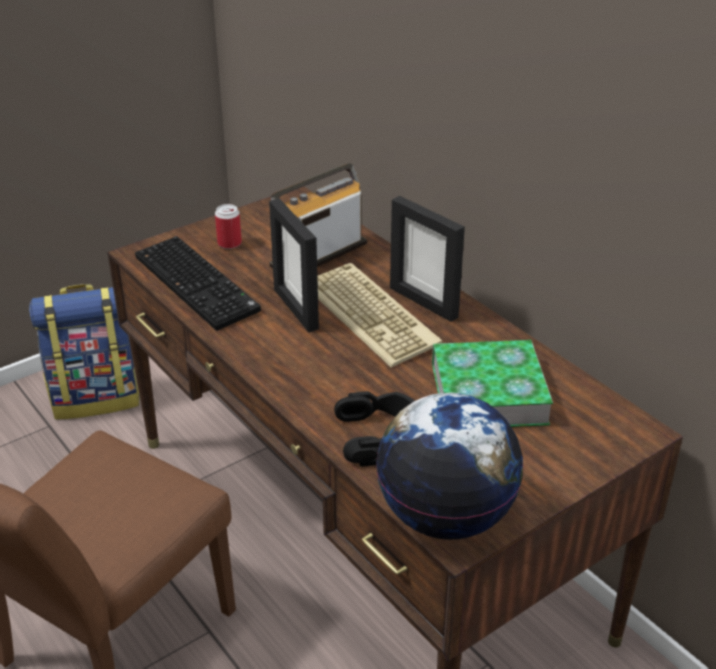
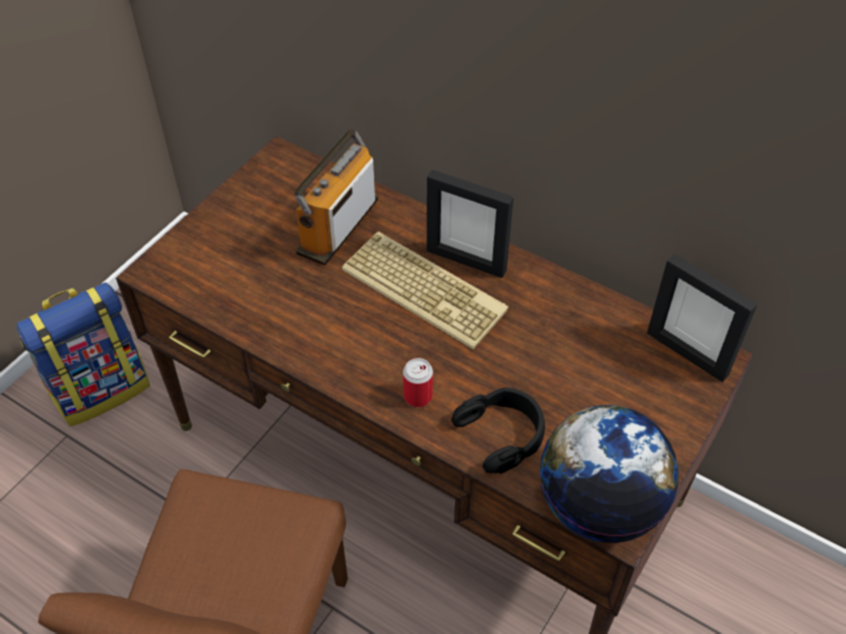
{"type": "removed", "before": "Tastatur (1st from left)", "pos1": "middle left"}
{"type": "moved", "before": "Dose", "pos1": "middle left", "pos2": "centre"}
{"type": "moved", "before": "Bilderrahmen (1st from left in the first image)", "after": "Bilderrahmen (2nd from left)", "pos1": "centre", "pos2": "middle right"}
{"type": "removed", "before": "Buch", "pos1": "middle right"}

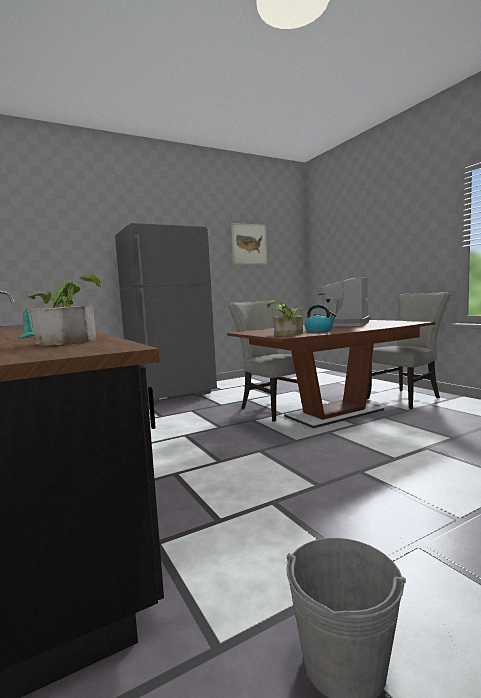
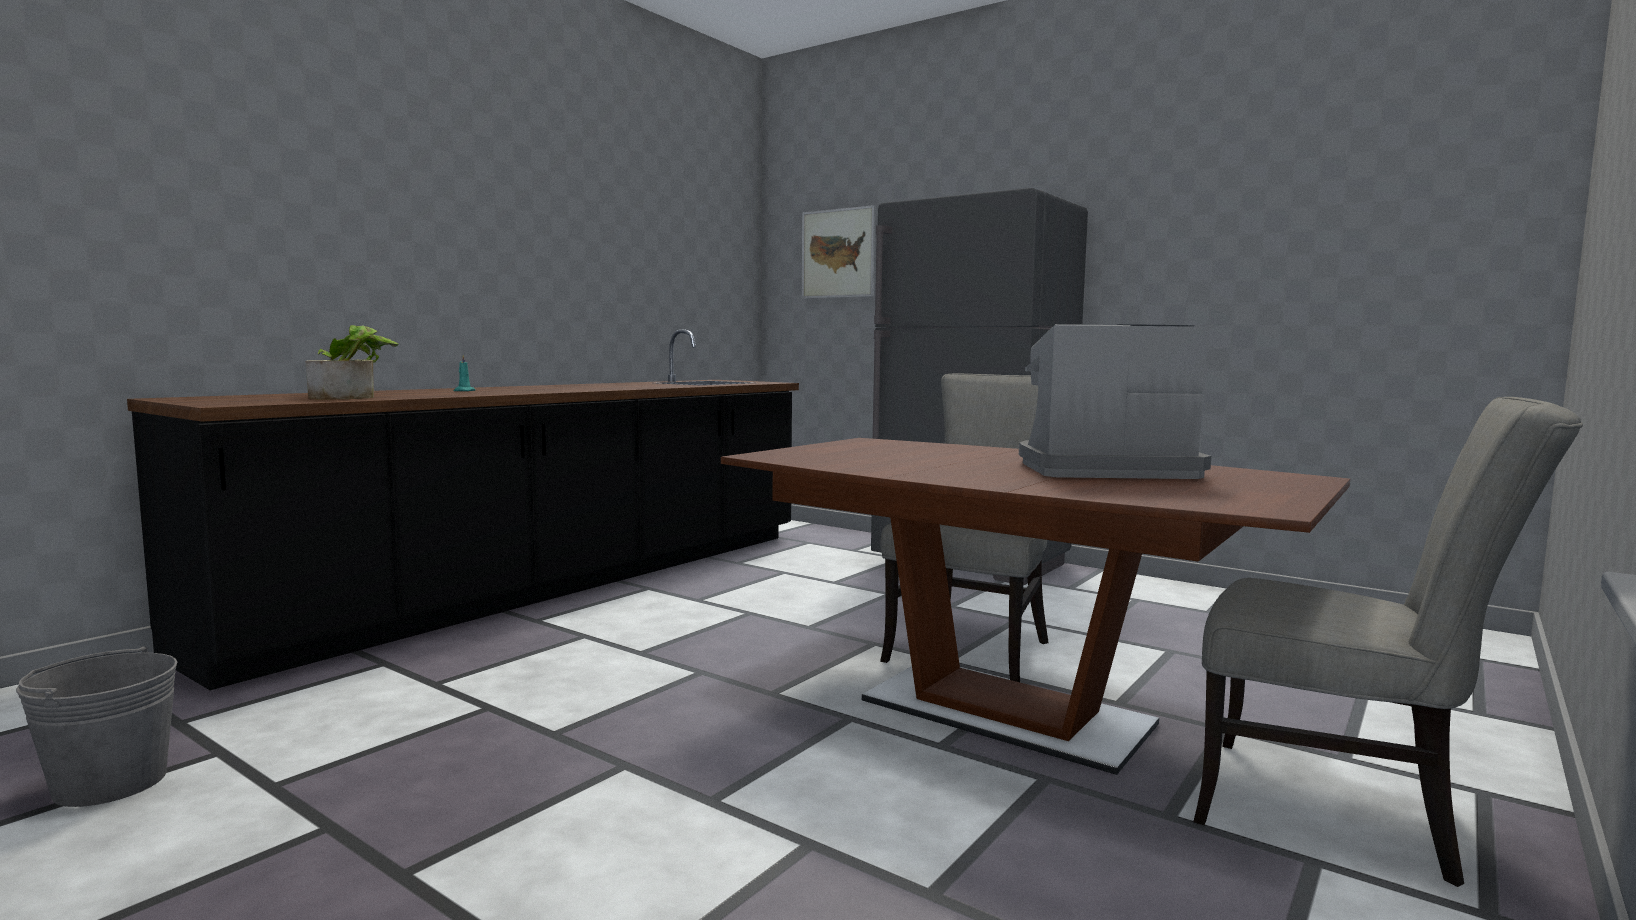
{"type": "moved", "before": "Bild", "pos1": "centre", "pos2": "top centre"}
{"type": "removed", "before": "Topfpflanze (2nd from left)", "pos1": "centre"}
{"type": "removed", "before": "Wasserkessel", "pos1": "middle right"}

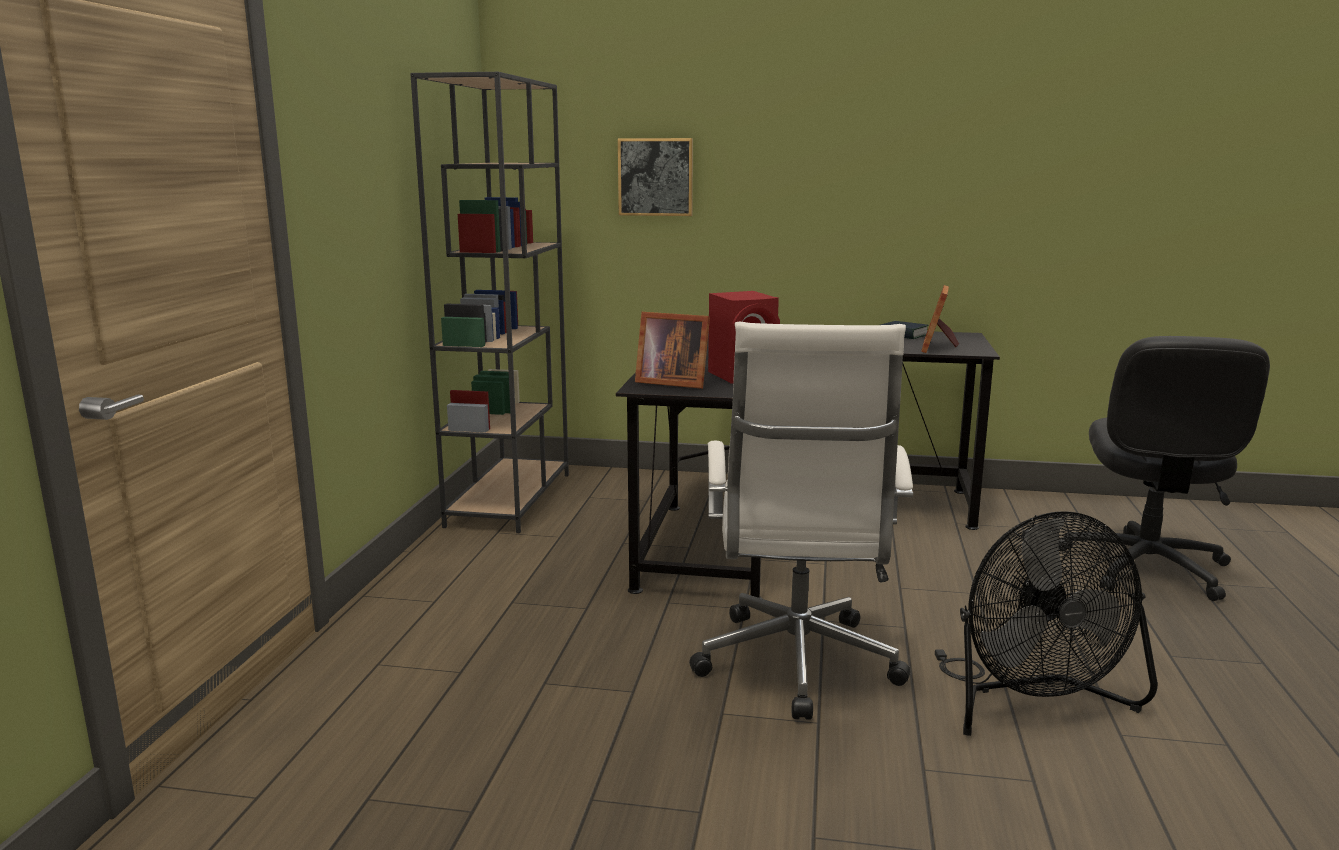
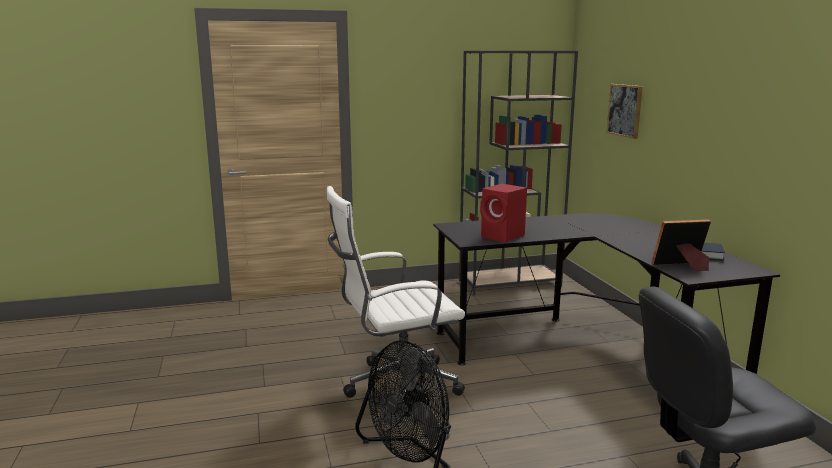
{"type": "removed", "before": "Bilderrahmen (1st from left)", "pos1": "centre"}

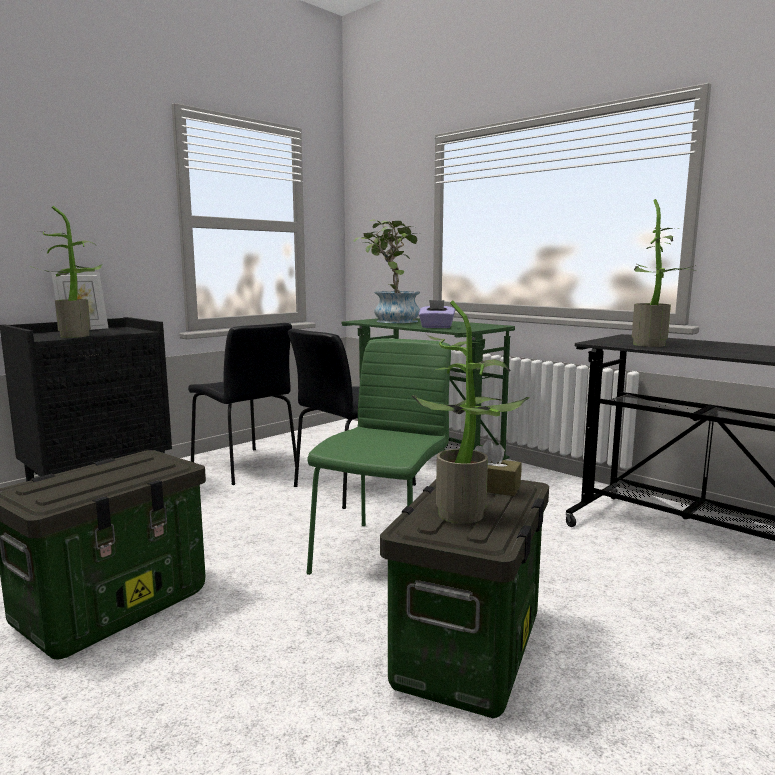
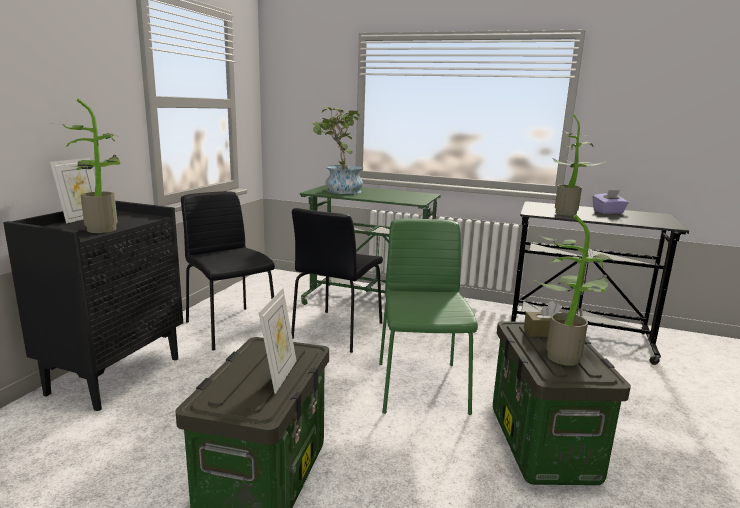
{"type": "turned", "before": "Stuhl [schwarz] (1st from left)", "pos1": "middle left", "pos2": "middle left", "turn": -150}
{"type": "moved", "before": "Taschentuchbox [lila]", "pos1": "centre", "pos2": "middle right"}
{"type": "added", "after": "Bilderrahmen (2nd from left)", "pos2": "bottom centre"}

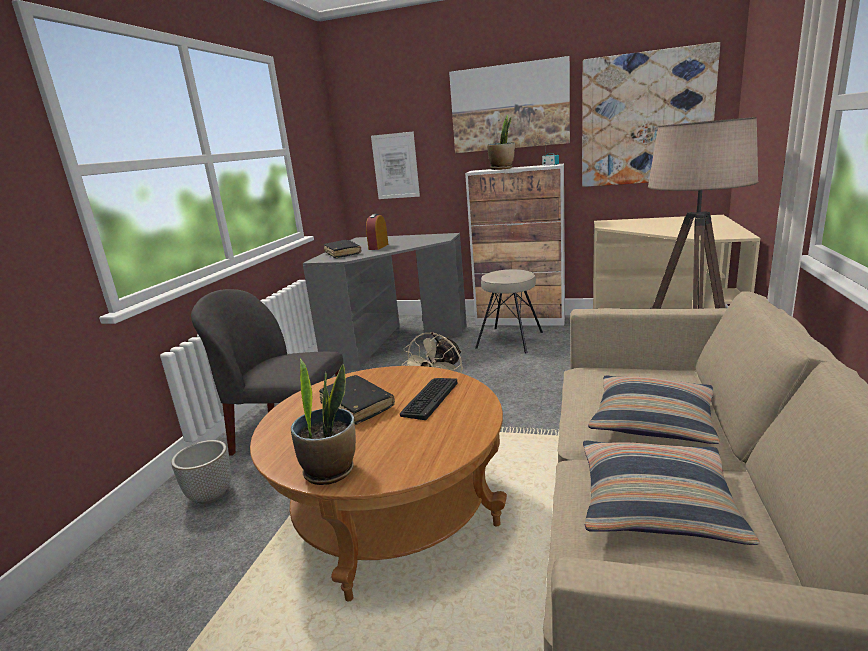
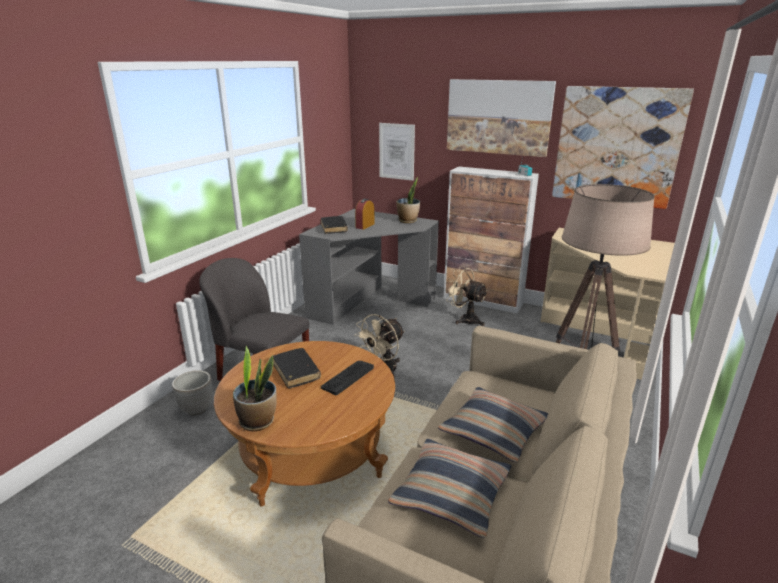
{"type": "replaced", "before": "Hocker [beige]", "after": "Ventilator [beige] (2nd from left)", "pos1": "centre", "pos2": "centre"}
{"type": "moved", "before": "Topfpflanze (2nd from left)", "pos1": "top centre", "pos2": "centre"}

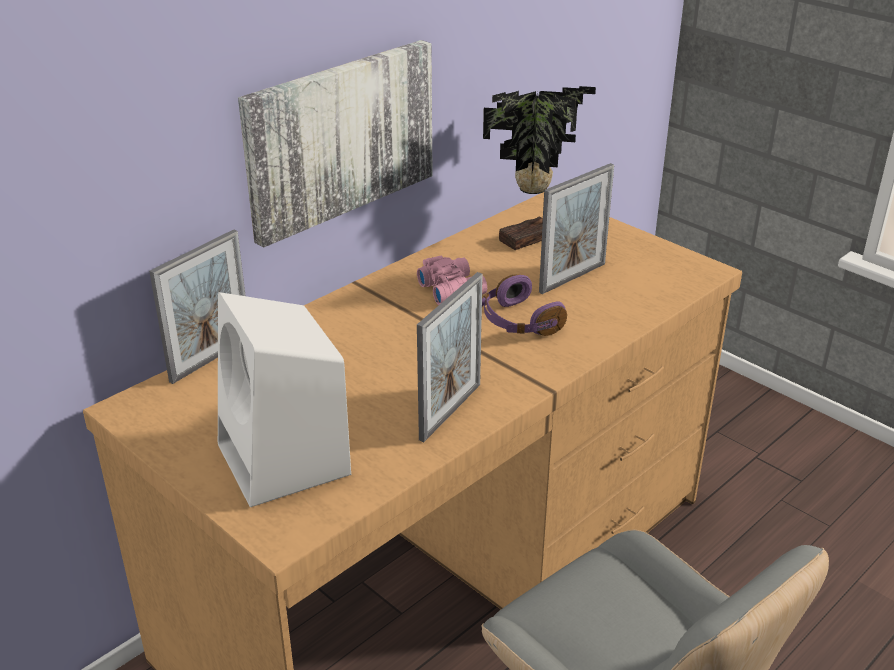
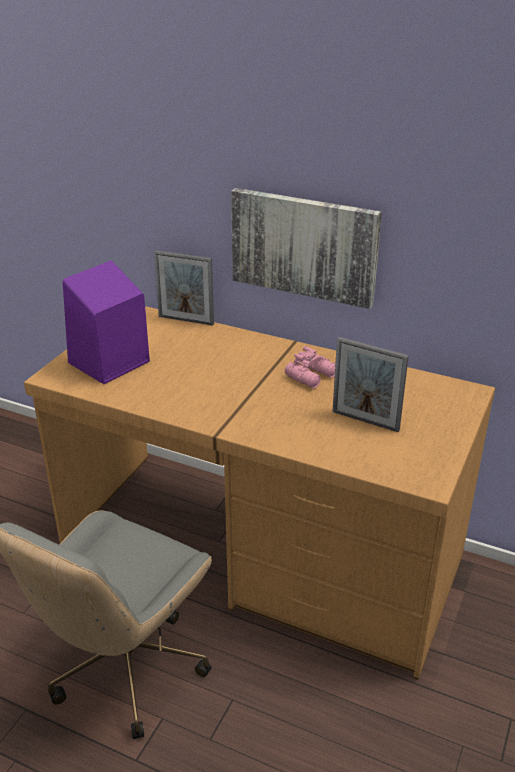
{"type": "recoloured", "before": "Lautsprecher [weiß]", "after": "Lautsprecher [lila]", "pos1": "middle left", "pos2": "middle left"}
{"type": "removed", "before": "Bilderrahmen (2nd from left)", "pos1": "centre"}
{"type": "removed", "before": "Kopfhörer [lila]", "pos1": "centre"}
{"type": "removed", "before": "Topfpflanze", "pos1": "top centre"}

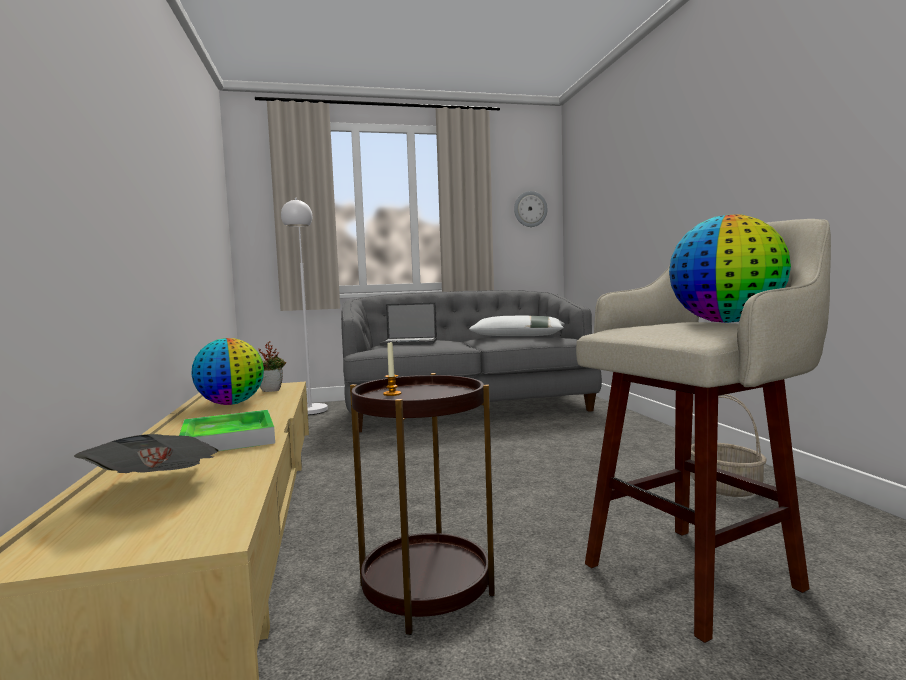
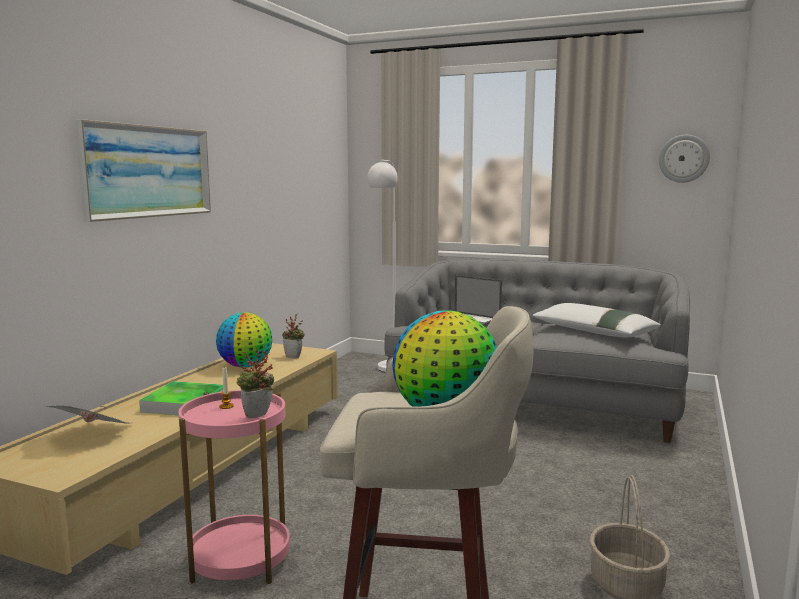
{"type": "recoloured", "before": "Beistelltisch [braun]", "after": "Beistelltisch [rosa]", "pos1": "bottom centre", "pos2": "bottom left"}
{"type": "added", "after": "Bild", "pos2": "top left"}
{"type": "added", "after": "Topfpflanze (1st from left)", "pos2": "middle left"}

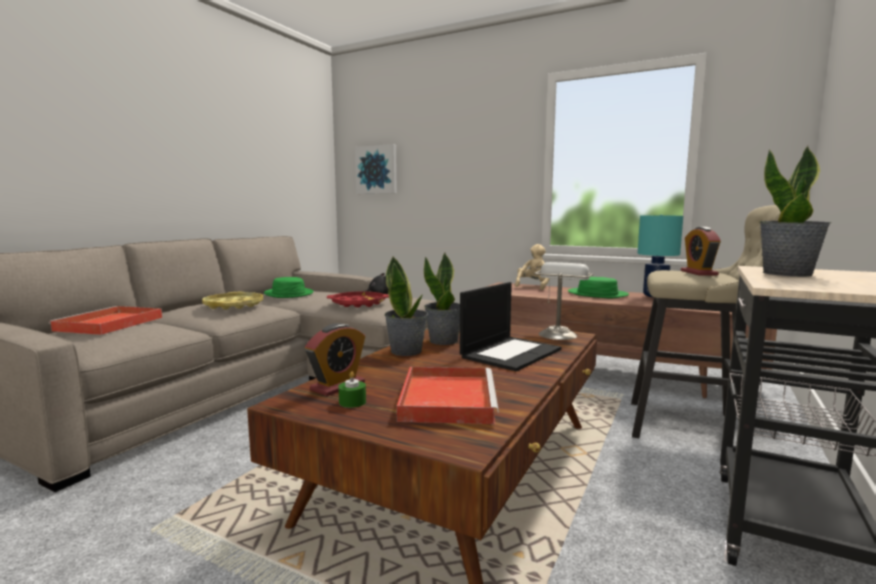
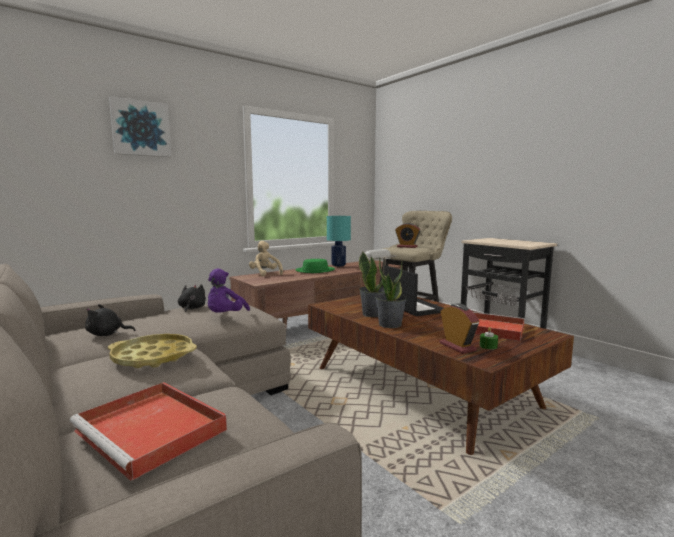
{"type": "replaced", "before": "Hut [grün] (1st from left)", "after": "Plüschtier [schwarz] (1st from left)", "pos1": "middle left", "pos2": "middle left"}
{"type": "replaced", "before": "Tablett [rot] (2nd from left)", "after": "Plüschtier [lila]", "pos1": "centre", "pos2": "centre"}
{"type": "moved", "before": "Bild", "pos1": "top centre", "pos2": "top left"}
{"type": "removed", "before": "Topfpflanze (3rd from left)", "pos1": "middle right"}

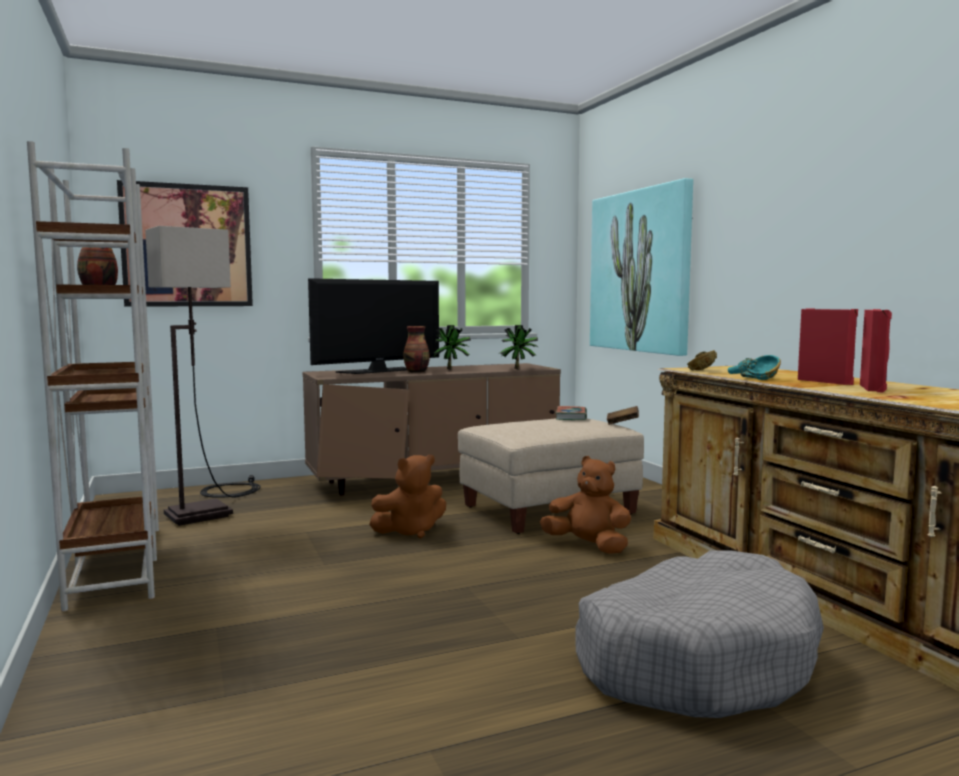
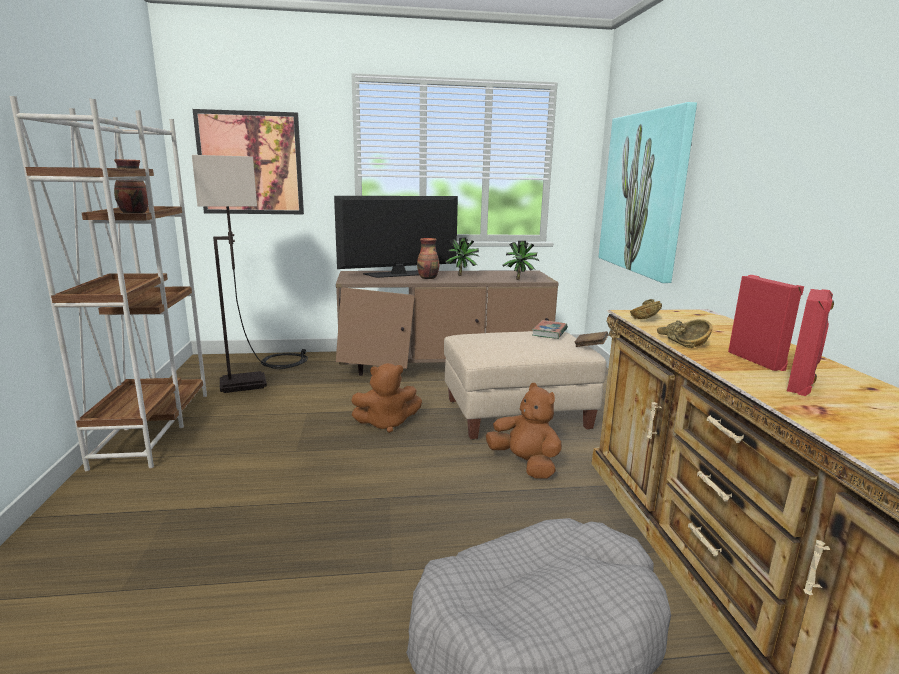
{"type": "recoloured", "before": "Schüssel [türkis]", "after": "Schüssel [braun] (2nd from left)", "pos1": "middle right", "pos2": "middle right"}

